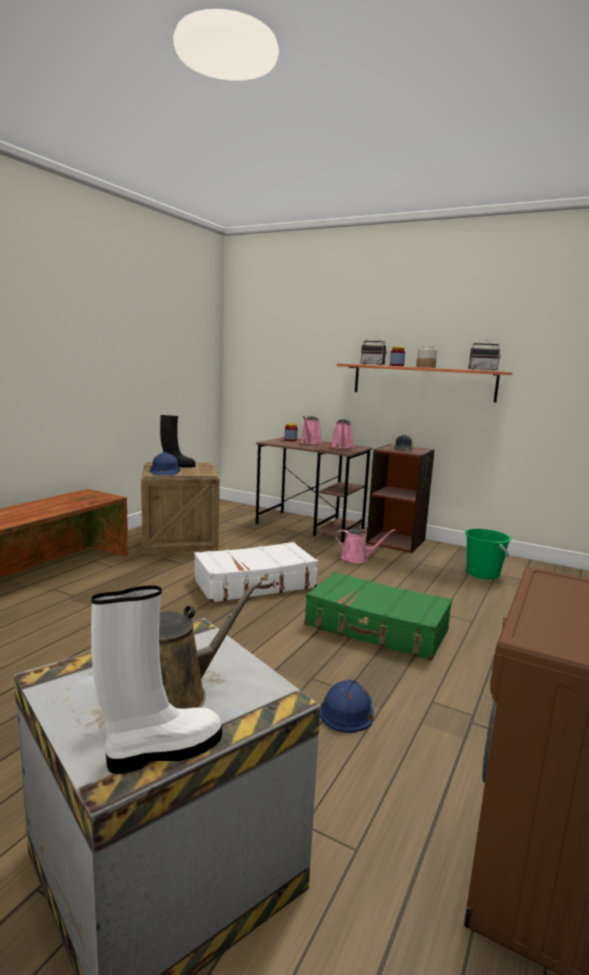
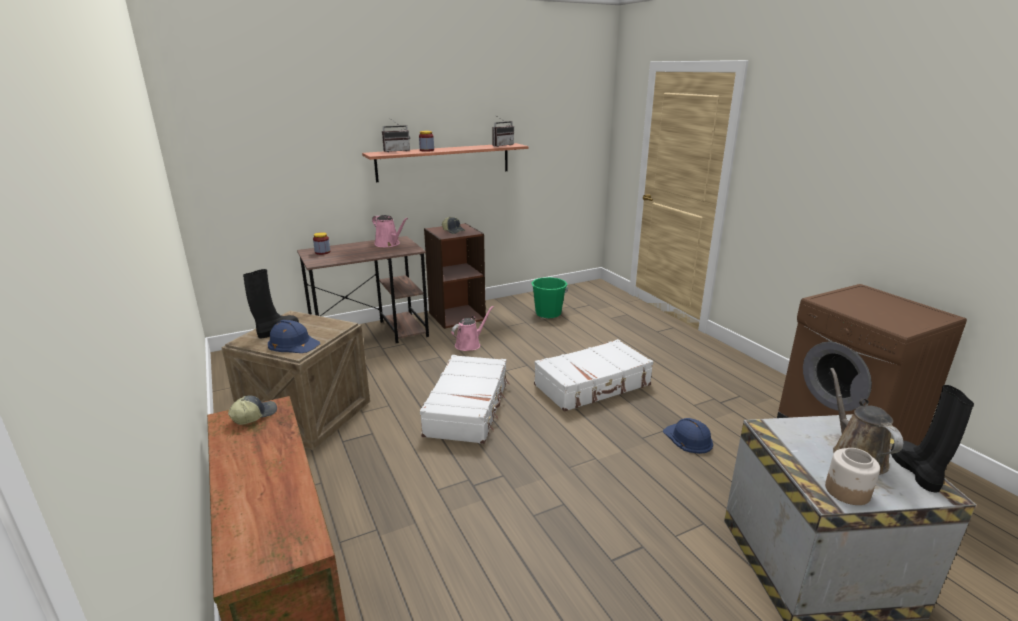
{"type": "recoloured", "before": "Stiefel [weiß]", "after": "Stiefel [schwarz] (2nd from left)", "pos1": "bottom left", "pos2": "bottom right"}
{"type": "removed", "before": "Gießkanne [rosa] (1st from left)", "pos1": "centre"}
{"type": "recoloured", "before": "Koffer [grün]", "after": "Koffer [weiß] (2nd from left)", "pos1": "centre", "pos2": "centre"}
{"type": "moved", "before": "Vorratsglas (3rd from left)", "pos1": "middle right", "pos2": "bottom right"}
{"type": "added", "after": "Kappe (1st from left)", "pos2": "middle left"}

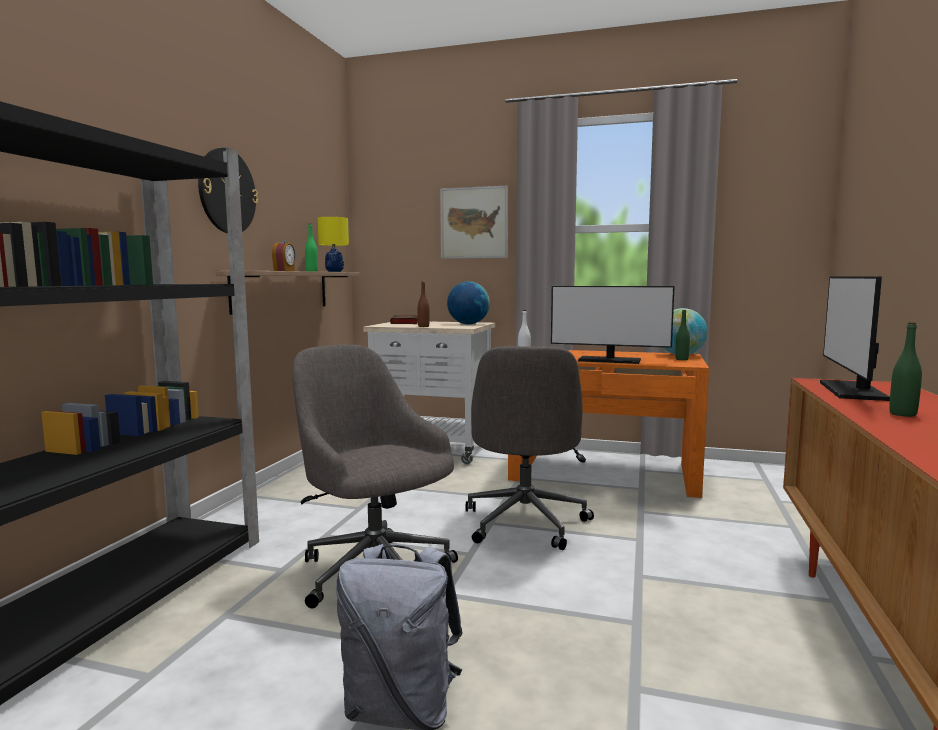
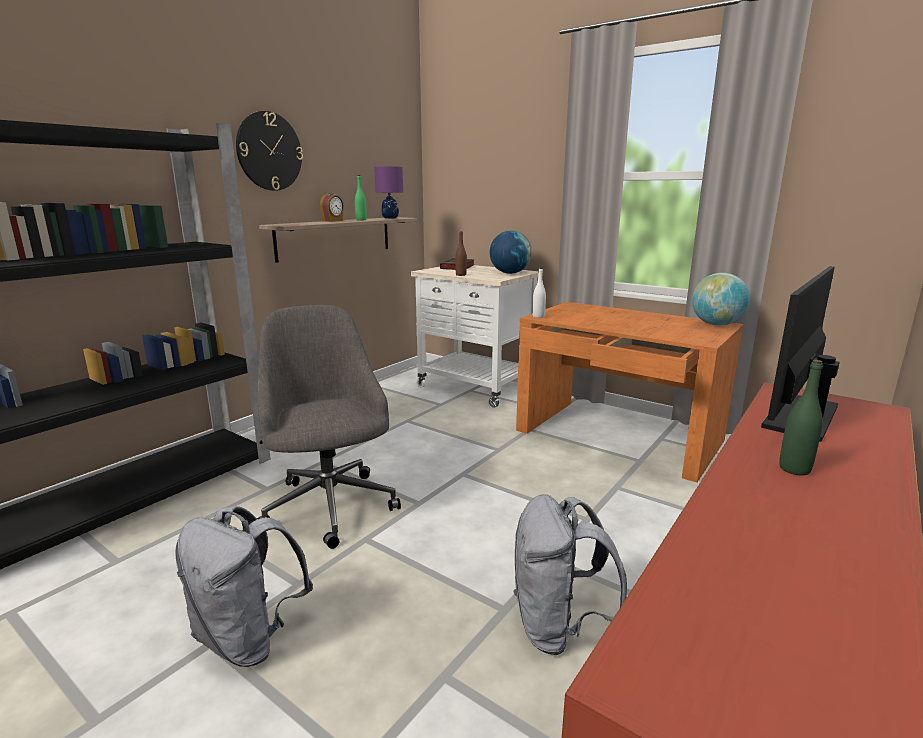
{"type": "recoloured", "before": "Tischlampe [gelb]", "after": "Tischlampe [lila]", "pos1": "centre", "pos2": "top centre"}
{"type": "removed", "before": "Bild", "pos1": "top centre"}
{"type": "removed", "before": "Bürostuhl [grau] (2nd from left)", "pos1": "centre"}
{"type": "removed", "before": "Monitor (1st from left)", "pos1": "centre"}
{"type": "removed", "before": "Flasche [grün] (2nd from left)", "pos1": "middle right"}
{"type": "added", "after": "Rucksack [grau] (2nd from left)", "pos2": "bottom centre"}

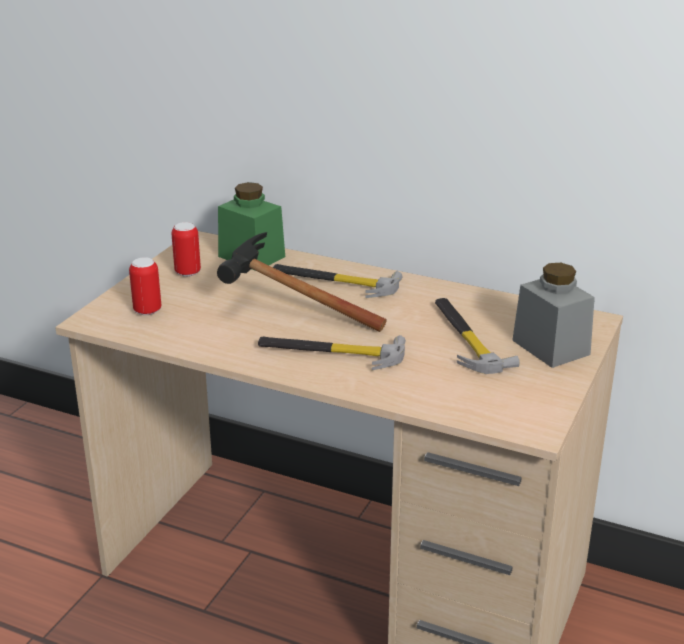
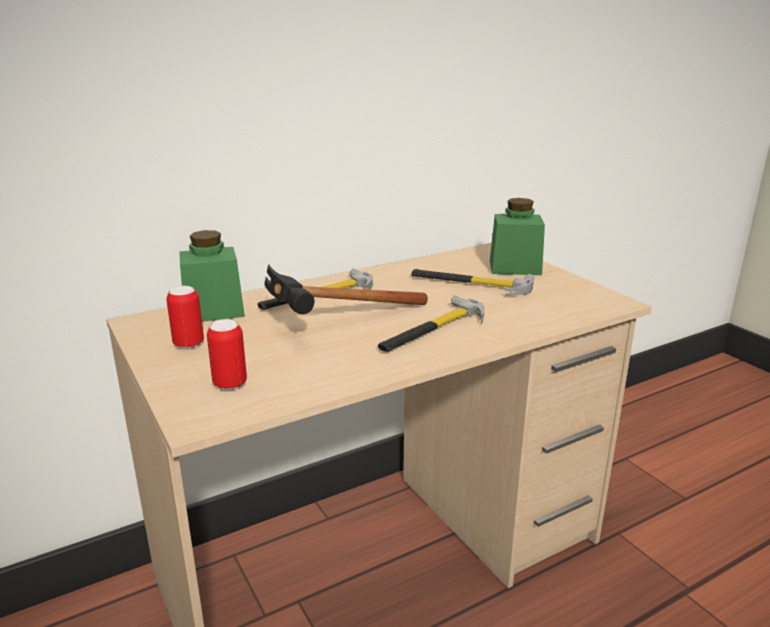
{"type": "recoloured", "before": "Vorratsglas [grau]", "after": "Vorratsglas [grün] (2nd from left)", "pos1": "middle right", "pos2": "middle right"}

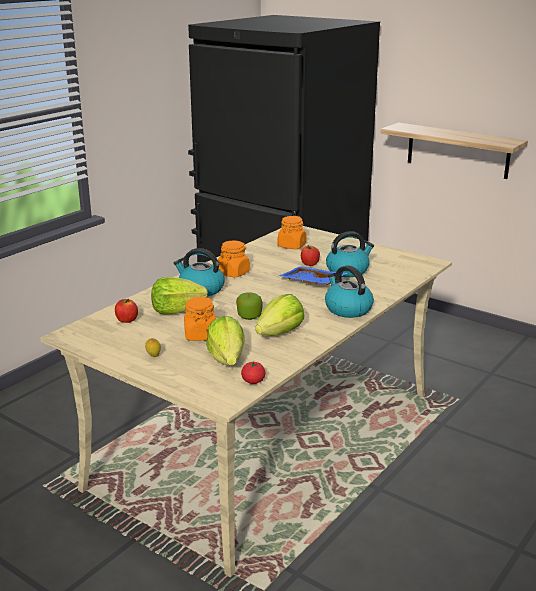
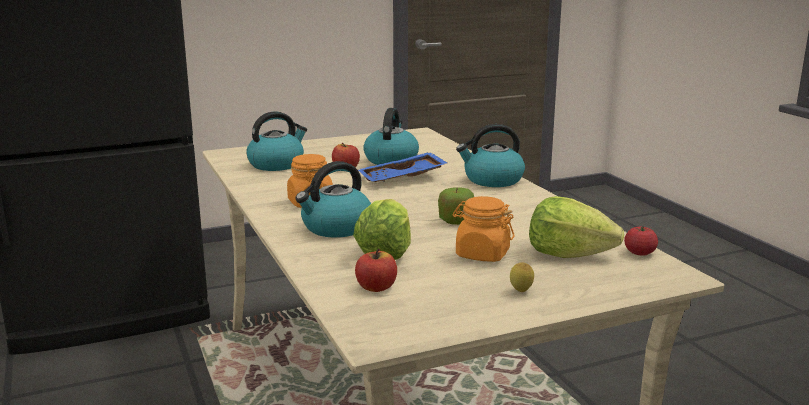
{"type": "removed", "before": "Salatkopf (3rd from left)", "pos1": "centre"}
{"type": "replaced", "before": "Vorratsglas [orange] (3rd from left)", "after": "Wasserkessel (1st from left)", "pos1": "centre", "pos2": "centre"}
{"type": "removed", "before": "Wandregal", "pos1": "top right"}

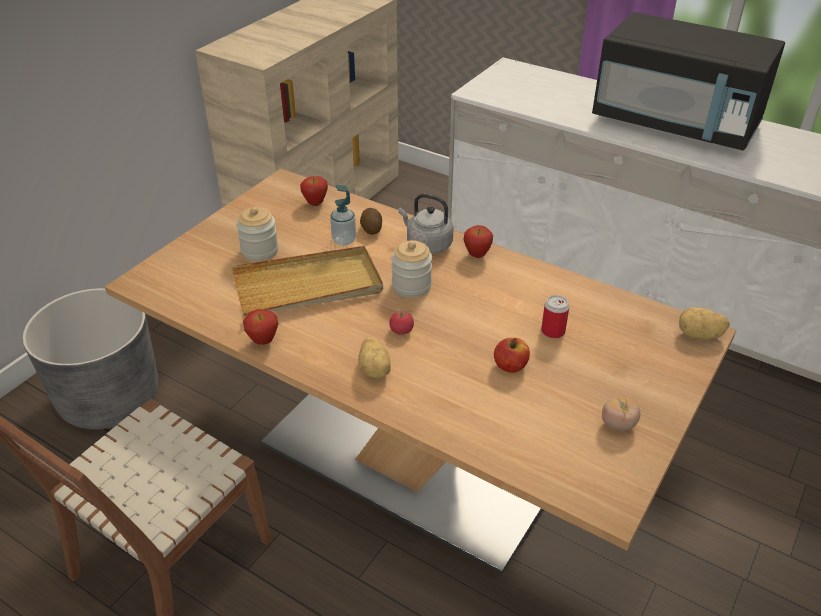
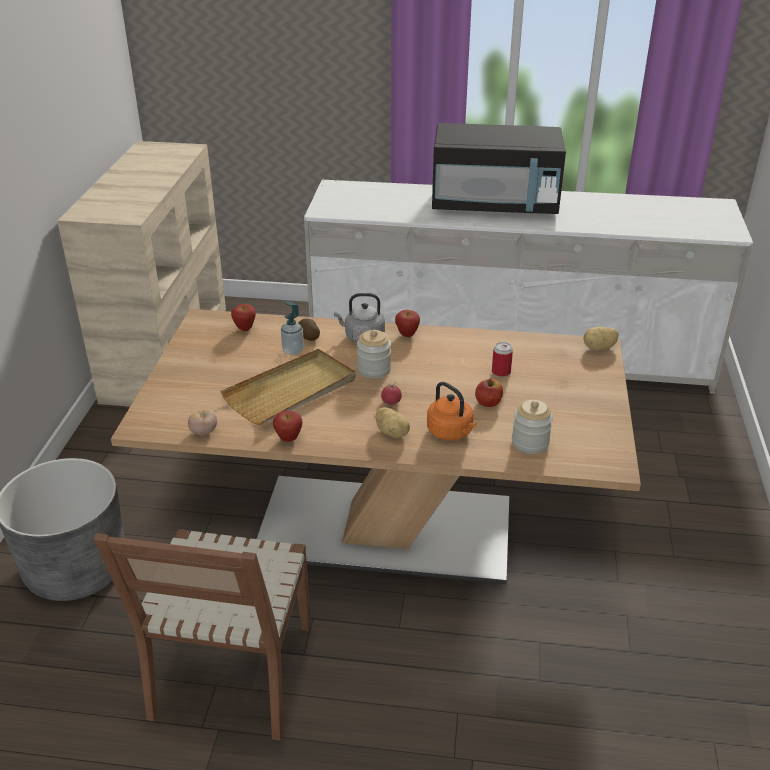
{"type": "moved", "before": "Vorratsglas (1st from left in the first image)", "after": "Vorratsglas (2nd from left)", "pos1": "middle left", "pos2": "middle right"}
{"type": "moved", "before": "Tomate (2nd from left in the first image)", "after": "Tomate (1st from left)", "pos1": "bottom right", "pos2": "middle left"}
{"type": "added", "after": "Wasserkessel [orange]", "pos2": "centre"}

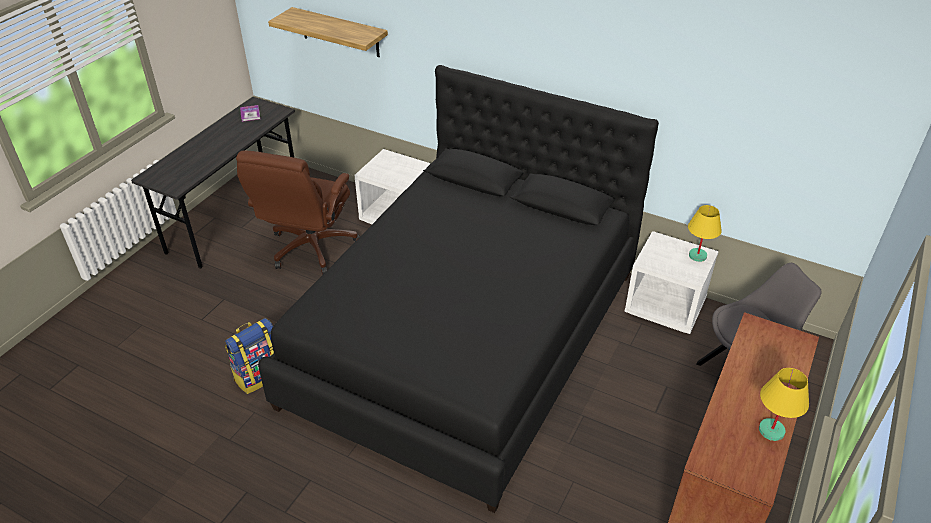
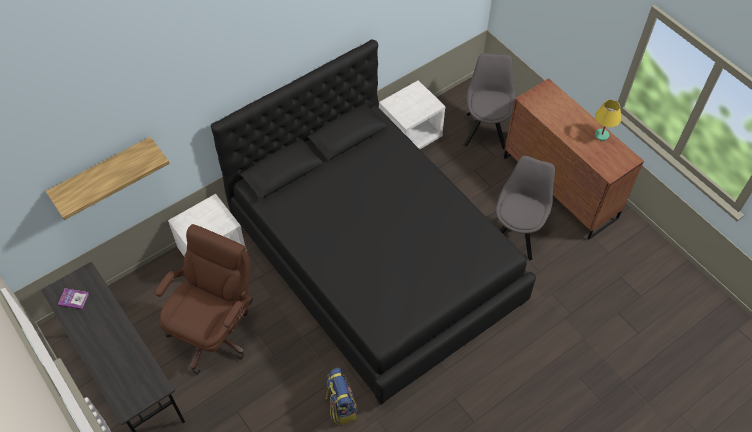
{"type": "turned", "before": "Bürostuhl [braun]", "pos1": "middle left", "pos2": "bottom left", "turn": -105}
{"type": "removed", "before": "Tischlampe [gelb] (1st from left)", "pos1": "middle right"}
{"type": "added", "after": "Stuhl [grau] (2nd from left)", "pos2": "middle right"}

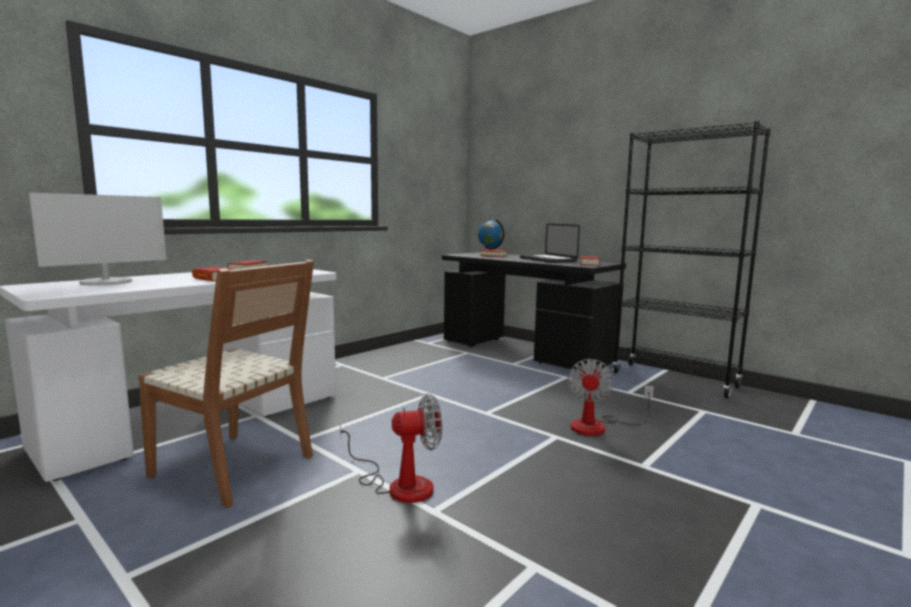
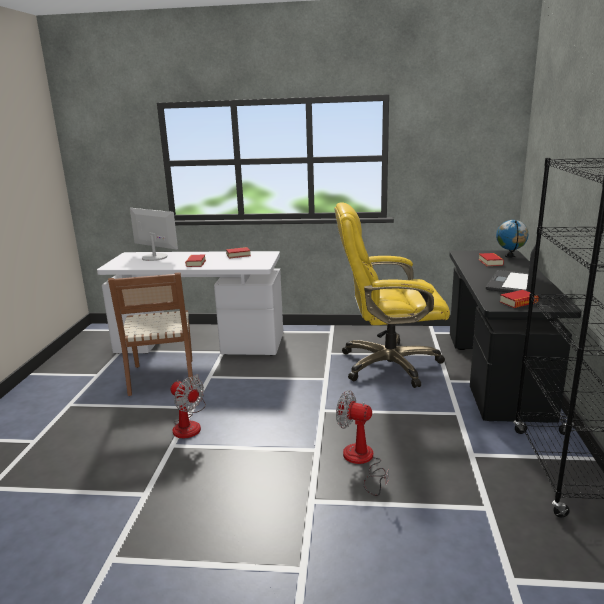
{"type": "turned", "before": "Monitor", "pos1": "middle left", "pos2": "middle left", "turn": -150}
{"type": "turned", "before": "Ventilator (2nd from left)", "pos1": "middle right", "pos2": "bottom centre", "turn": 45}
{"type": "added", "after": "Bürostuhl [gelb]", "pos2": "centre"}

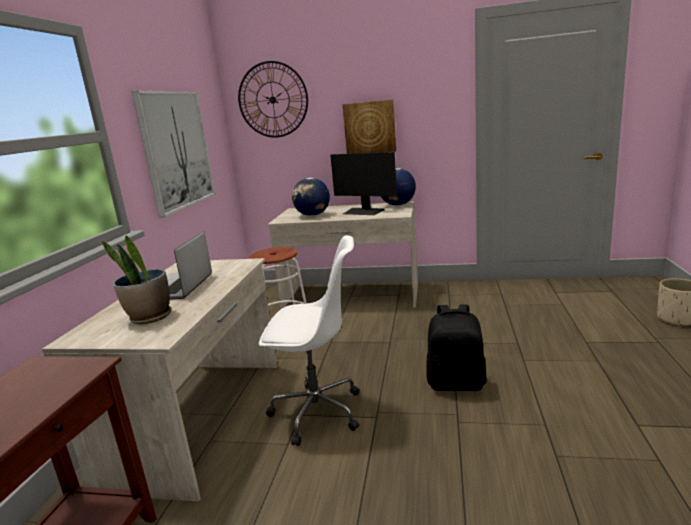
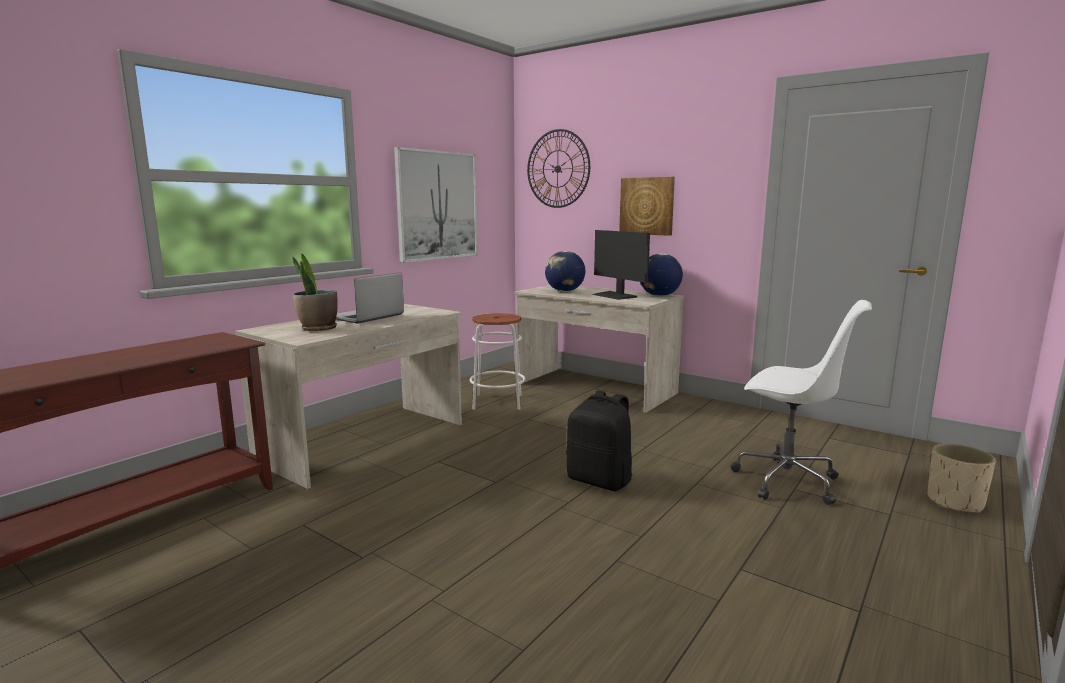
{"type": "moved", "before": "Bürostuhl [weiß]", "pos1": "centre", "pos2": "middle right"}

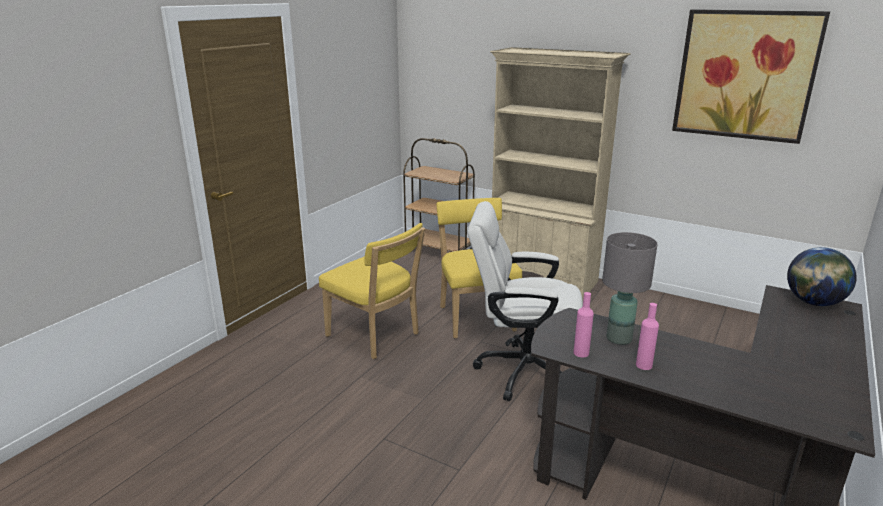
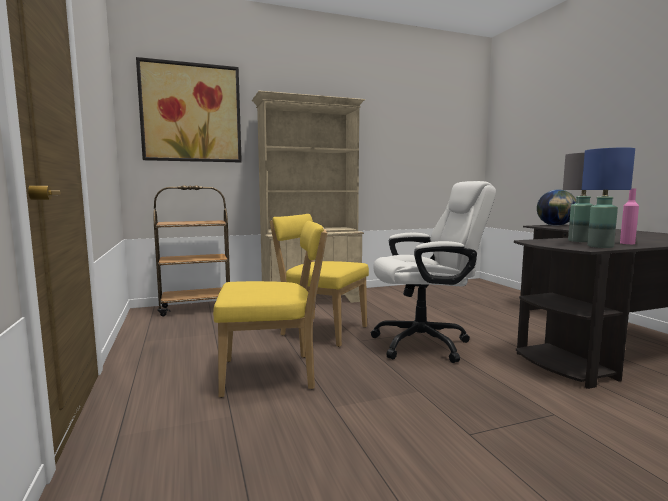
{"type": "turned", "before": "Bürostuhl [weiß]", "pos1": "centre", "pos2": "centre", "turn": -150}
{"type": "replaced", "before": "Flasche [rosa] (1st from left)", "after": "Tischlampe [blau]", "pos1": "centre", "pos2": "middle right"}
{"type": "moved", "before": "Bild", "pos1": "top right", "pos2": "top left"}

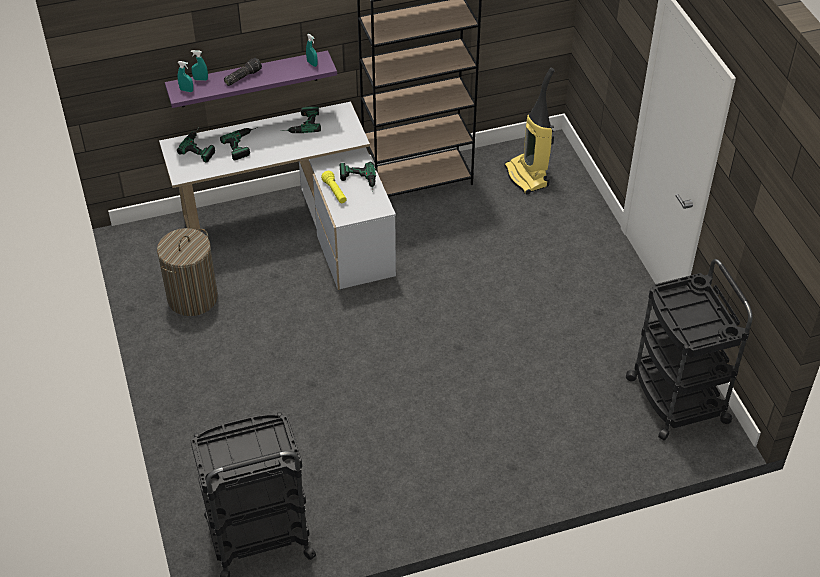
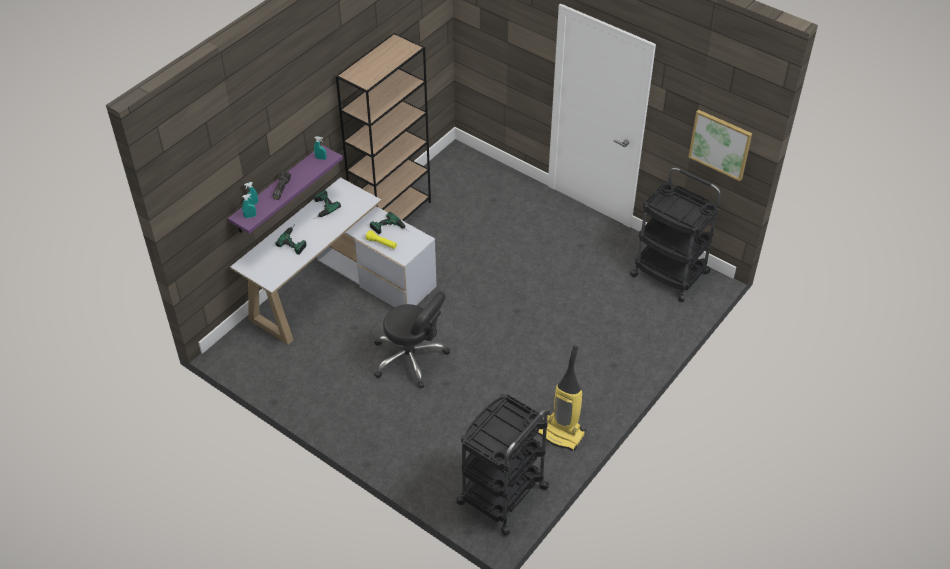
{"type": "removed", "before": "Wäschekorb", "pos1": "middle left"}
{"type": "removed", "before": "Bohrmaschine (1st from left)", "pos1": "top left"}
{"type": "moved", "before": "Staubsauger", "pos1": "top centre", "pos2": "bottom centre"}
{"type": "added", "after": "Bürostuhl [schwarz]", "pos2": "centre"}
{"type": "added", "after": "Bild", "pos2": "top right"}

